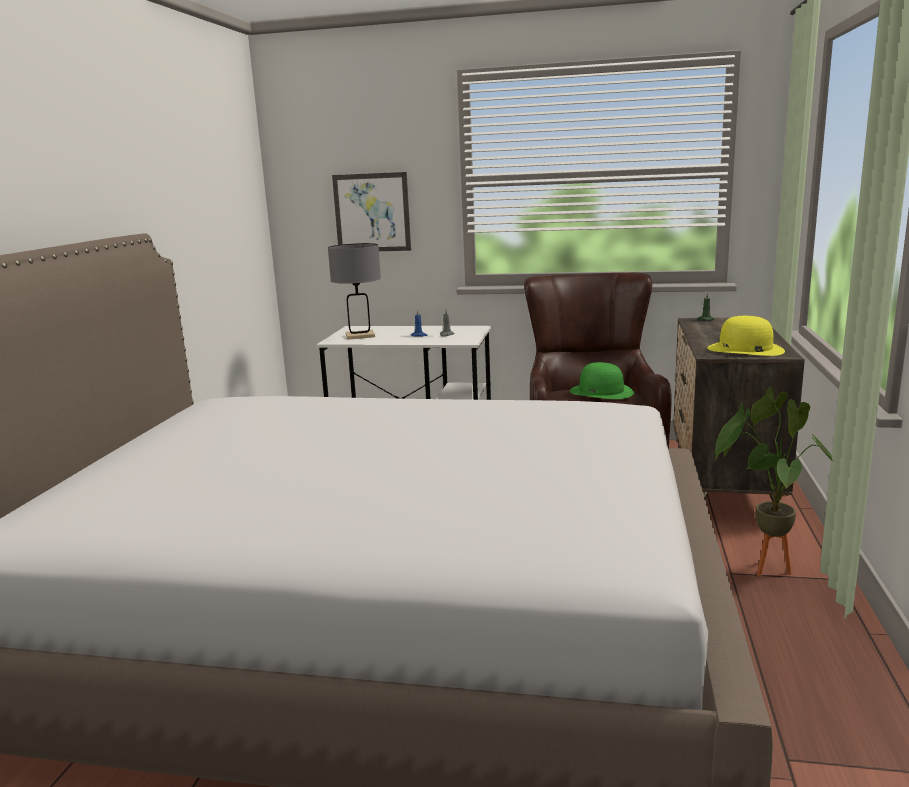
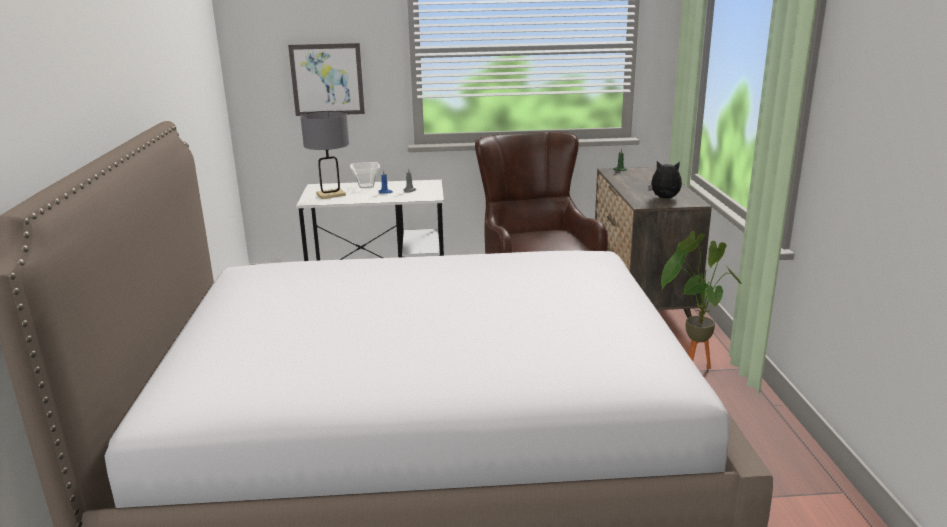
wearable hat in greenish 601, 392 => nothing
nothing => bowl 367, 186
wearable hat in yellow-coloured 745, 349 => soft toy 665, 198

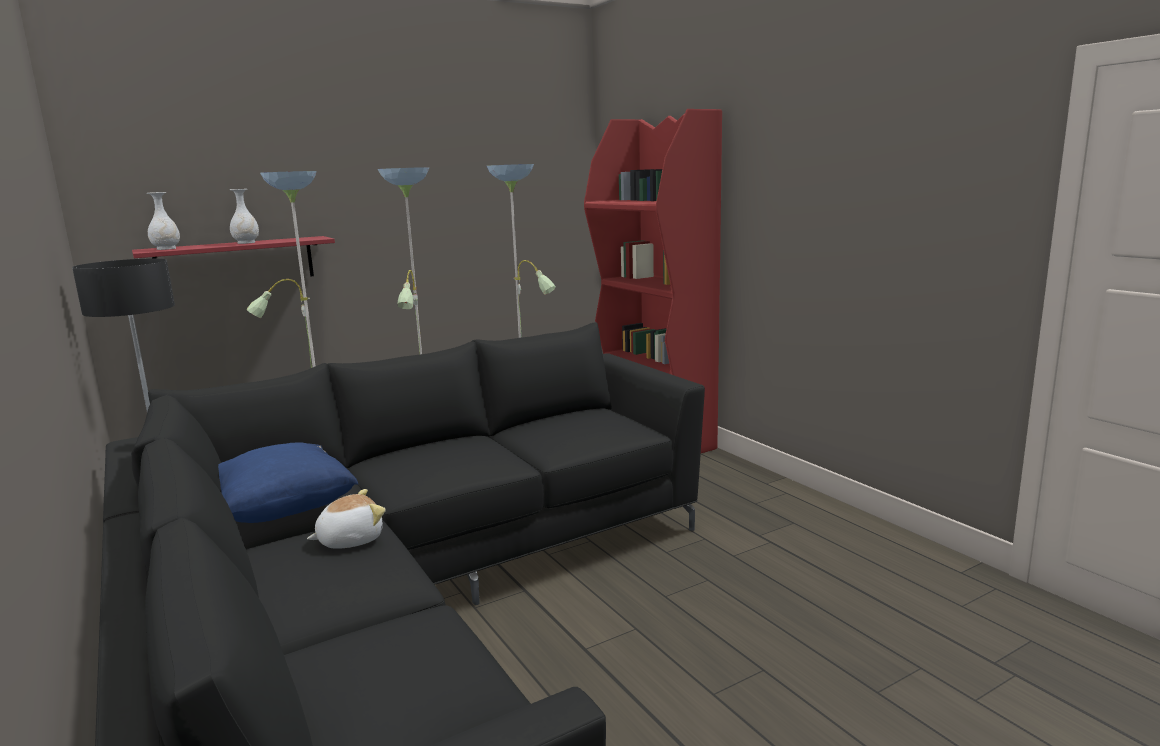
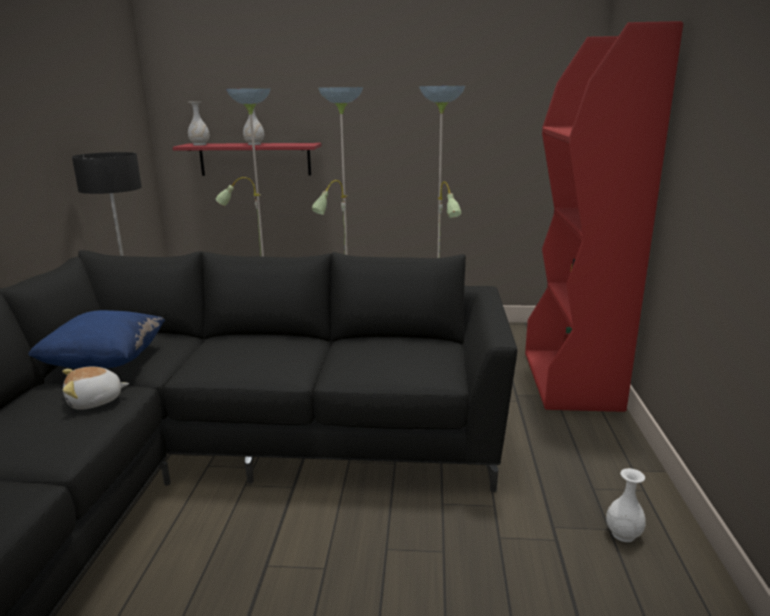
nothing => decorative vase in whitish 623, 534
soft toy 350, 539 => soft toy 95, 401, 150 degrees clockwise

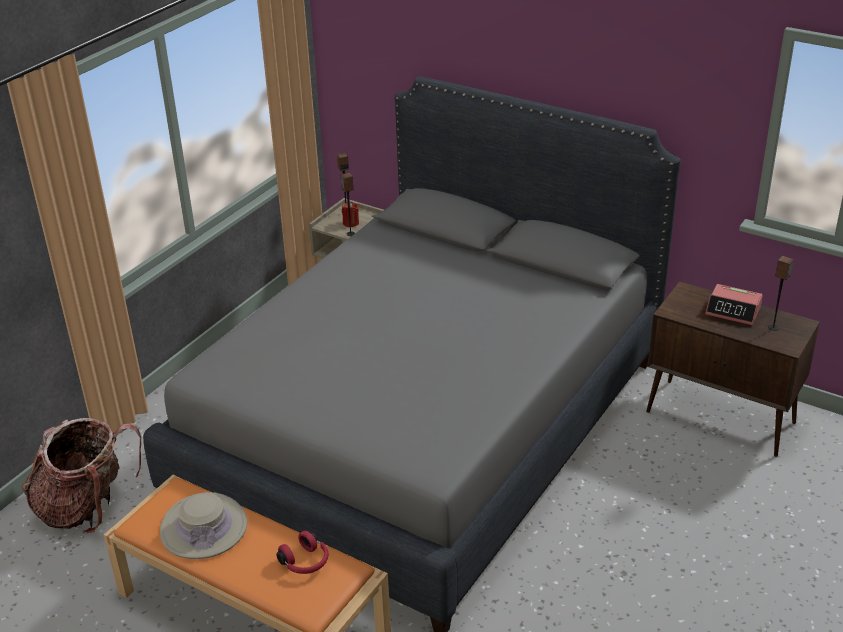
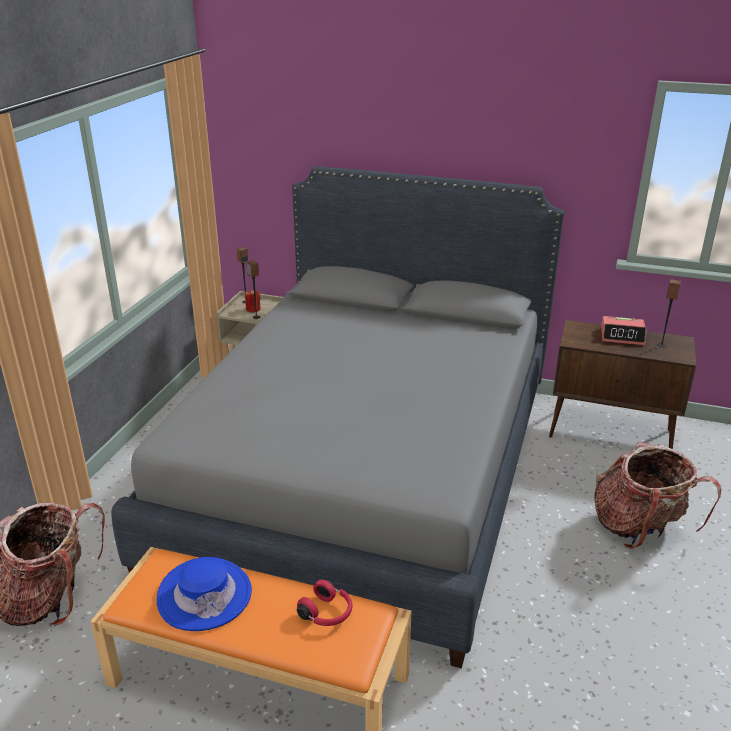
nothing => rucksack 639, 528
wearable hat in sand-coloured 204, 528 => wearable hat in bluish 204, 595

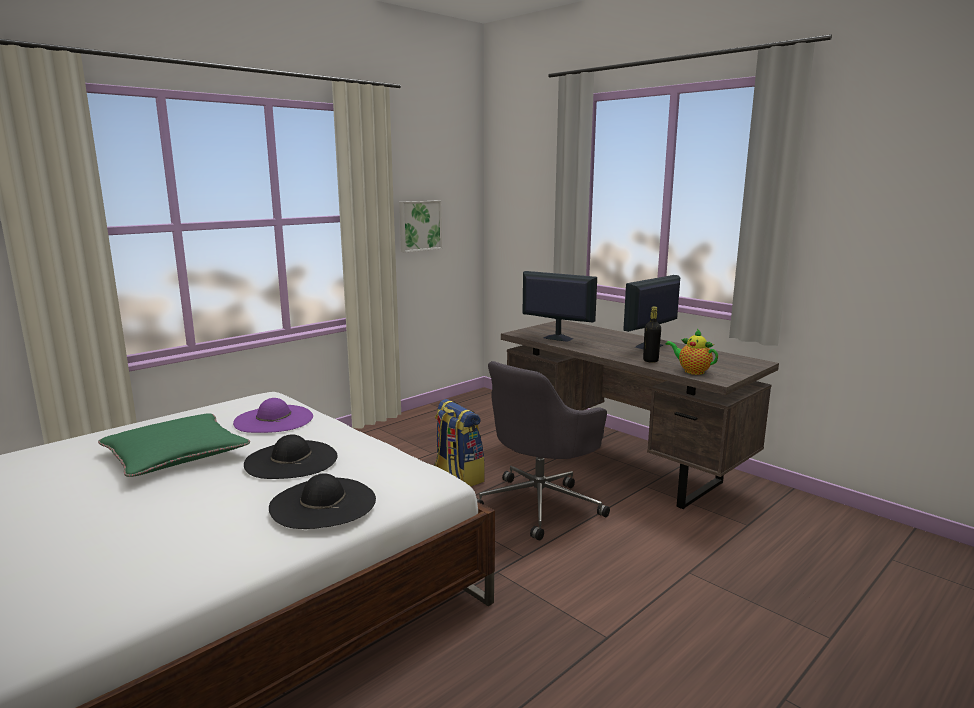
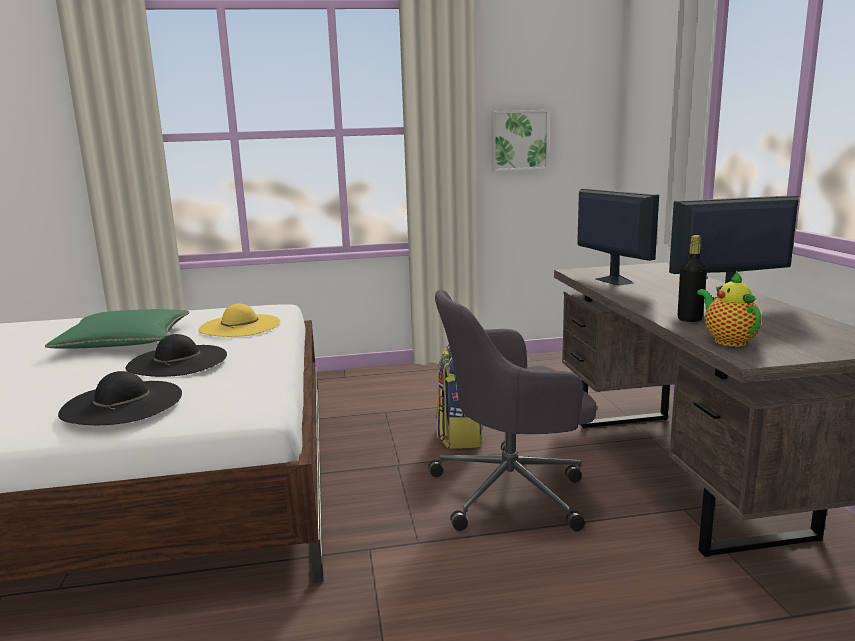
wearable hat in purplish 273, 419 => wearable hat in yellow-coloured 240, 326

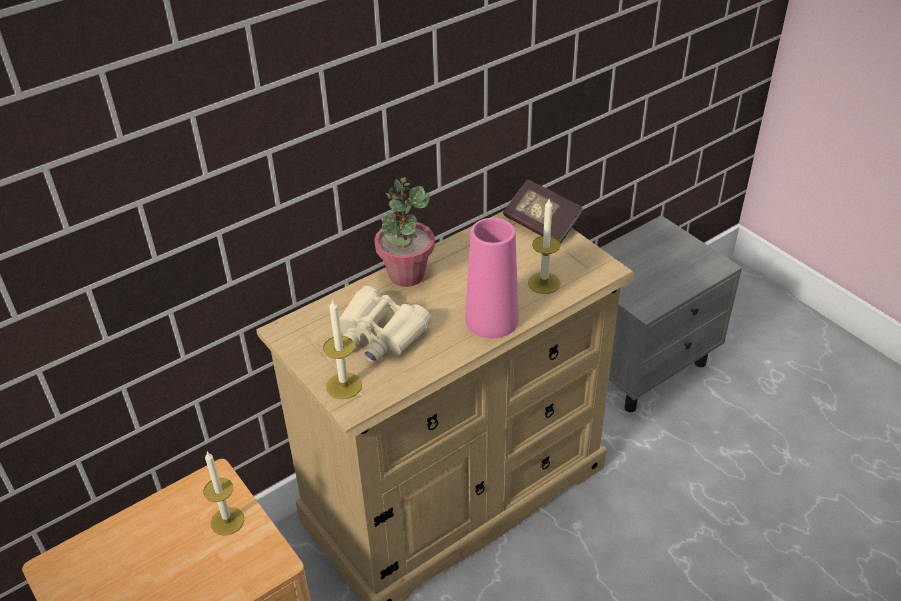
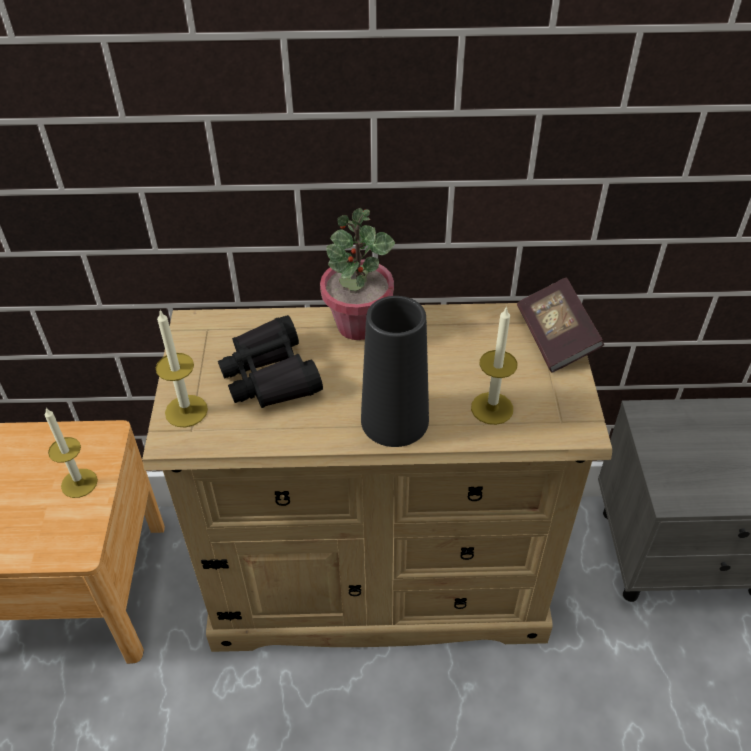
binoculars in sand-coloured 379, 334 => binoculars in blackish 270, 375
decorative vase in pinkish 491, 320 => decorative vase in blackish 394, 420

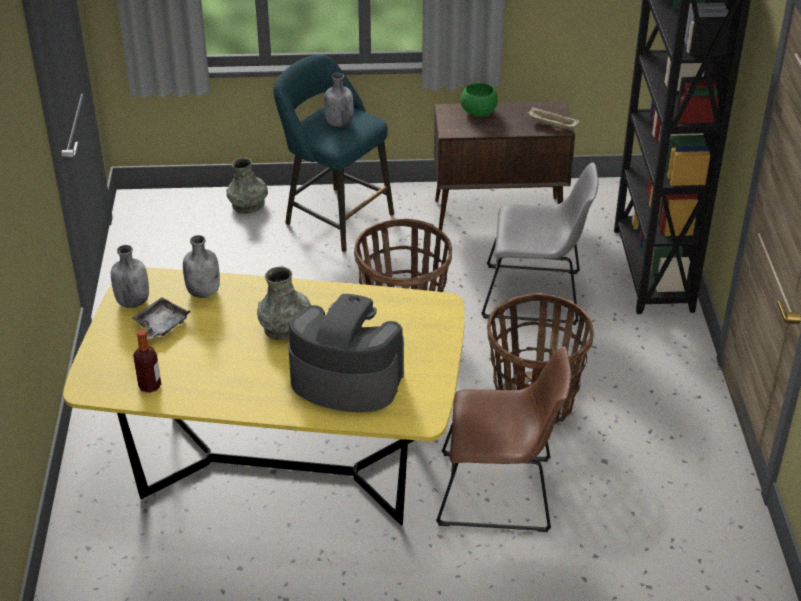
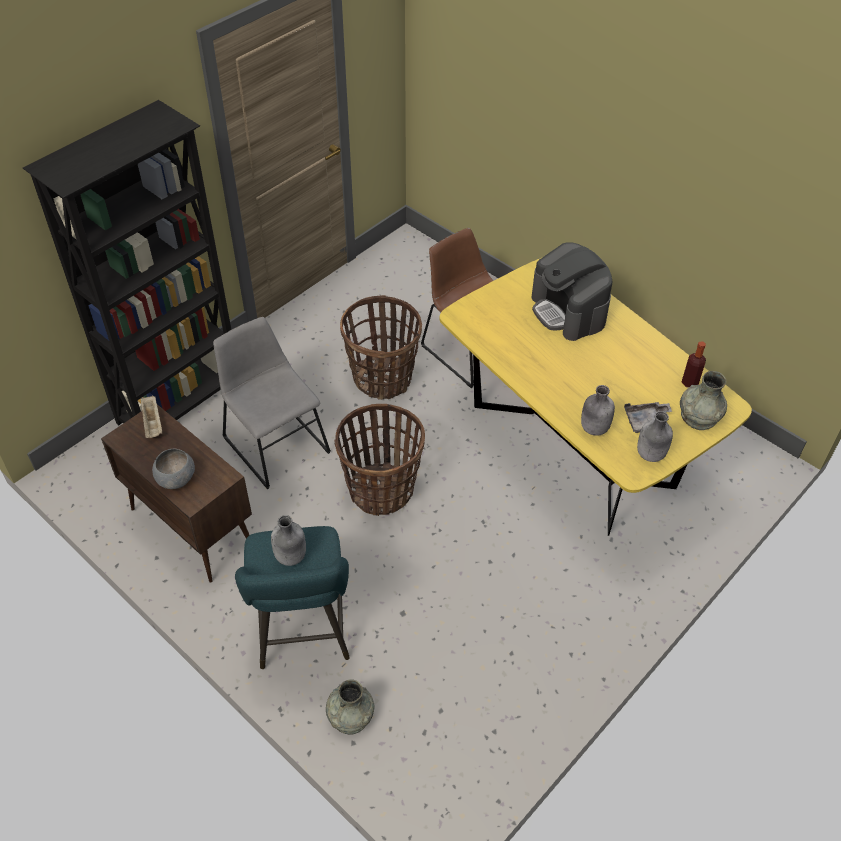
decorative vase in greyish 285, 327 => decorative vase in greyish 699, 416, shifted
bowl in greenish 479, 112 => bowl in greyish 175, 479

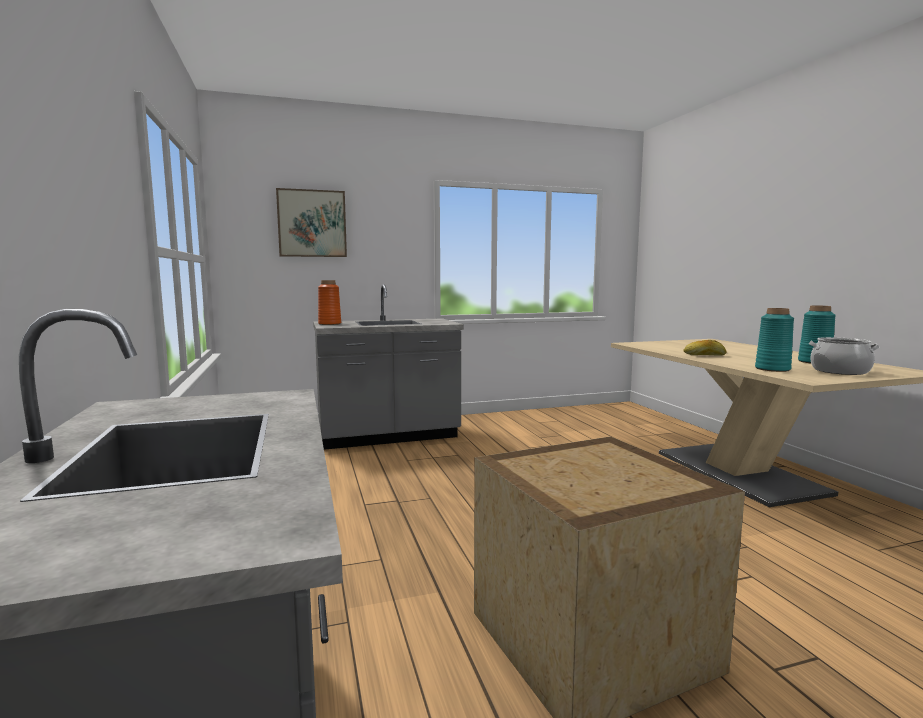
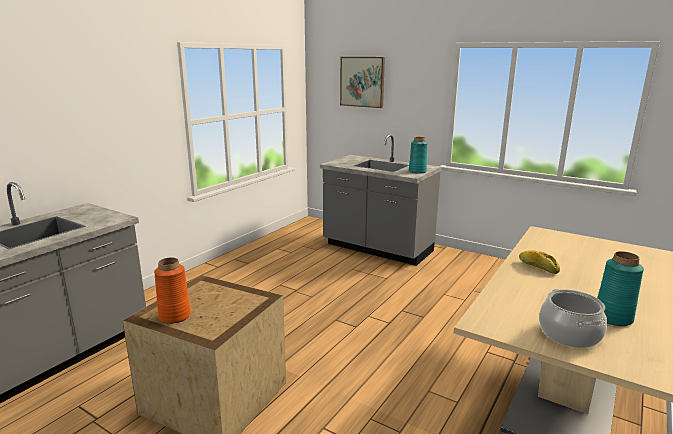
decorative vase in orangey 330, 324 => decorative vase in orangey 174, 316, shifted
decorative vase in turquoise 772, 369 => decorative vase in turquoise 417, 171, shifted

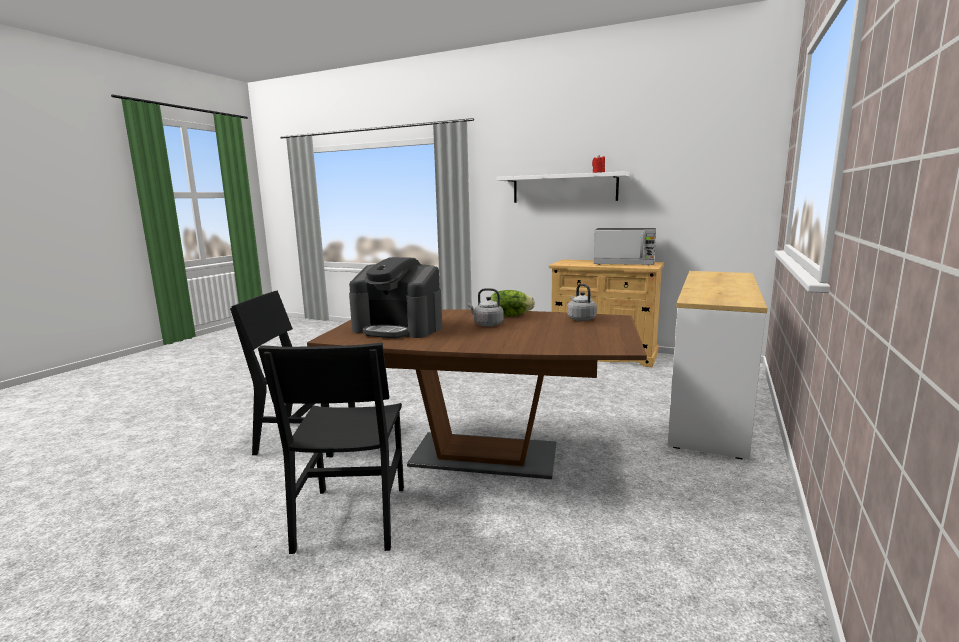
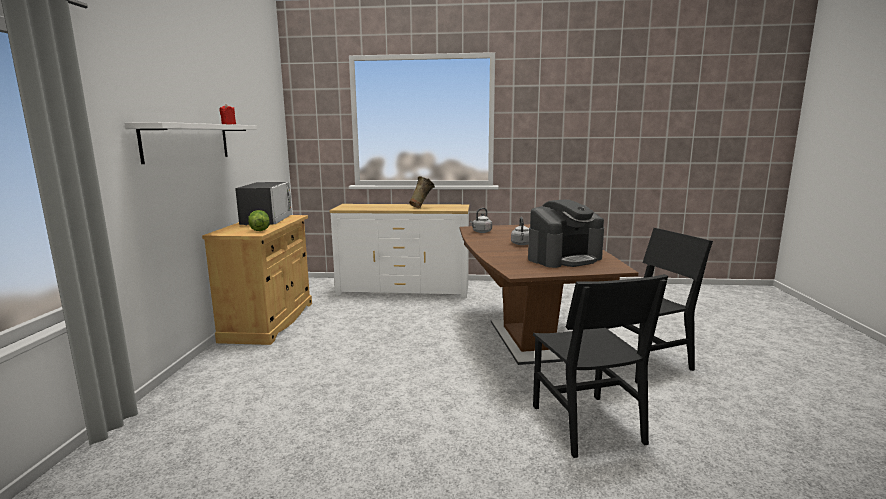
nothing => decorative vase in sand-coloured 422, 207
head of lettuce 510, 316 => head of lettuce 259, 230, shifted
coffee brewer 399, 328 => coffee brewer 564, 258, 60 degrees clockwise

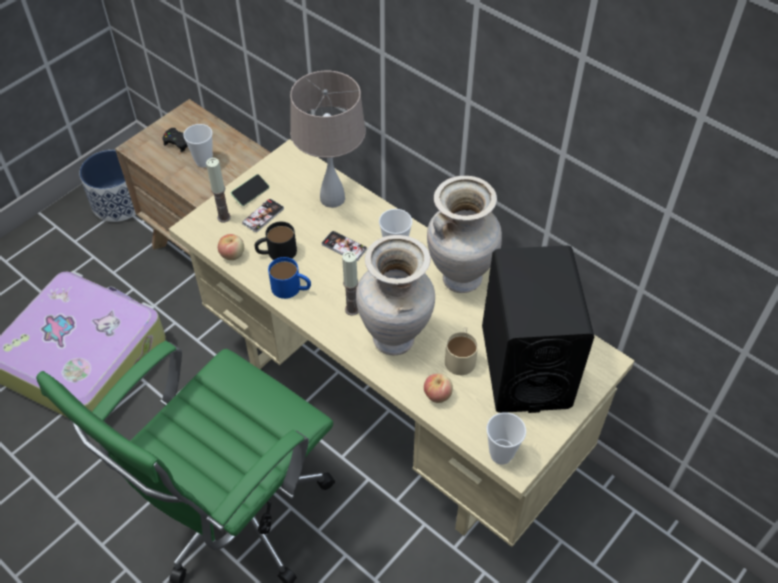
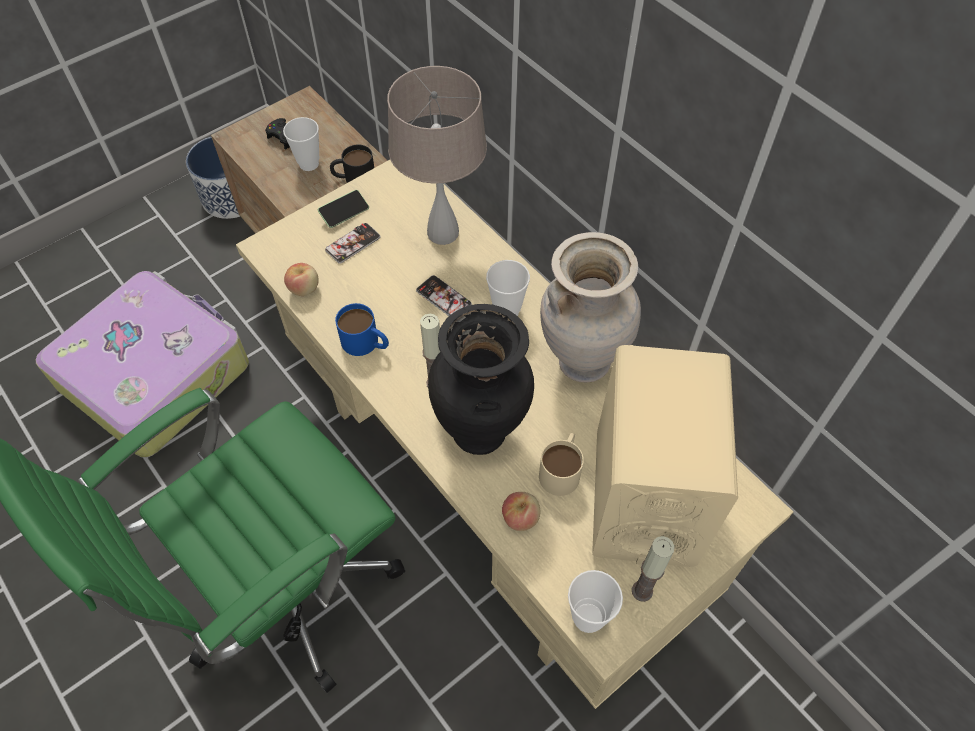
candle 224, 217 => candle 642, 591, shifted
mug in blackish 276, 252 => mug in blackish 354, 178, shifted
decorative vase in sand-coloured 395, 339 => decorative vase in blackish 482, 431
audio speaker in blackish 525, 366 => audio speaker in sand-coloured 644, 497

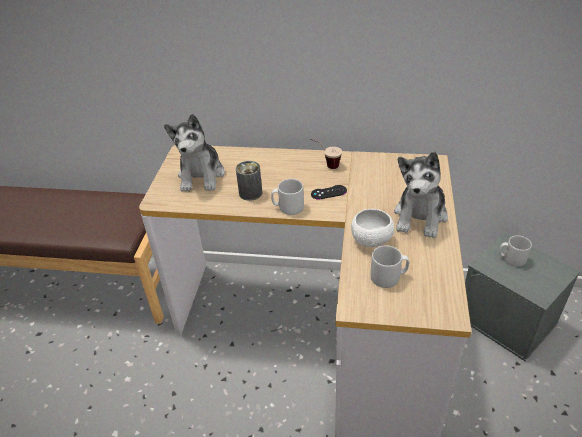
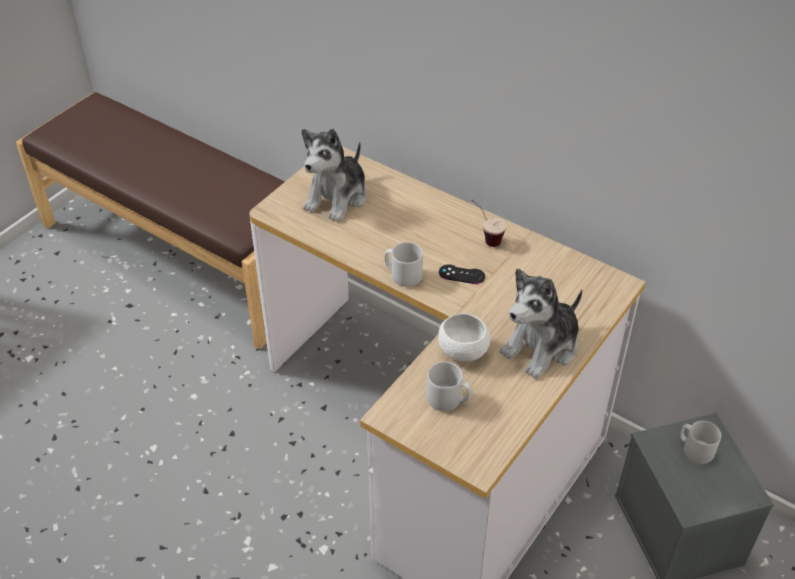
can 250, 193 => nothing

